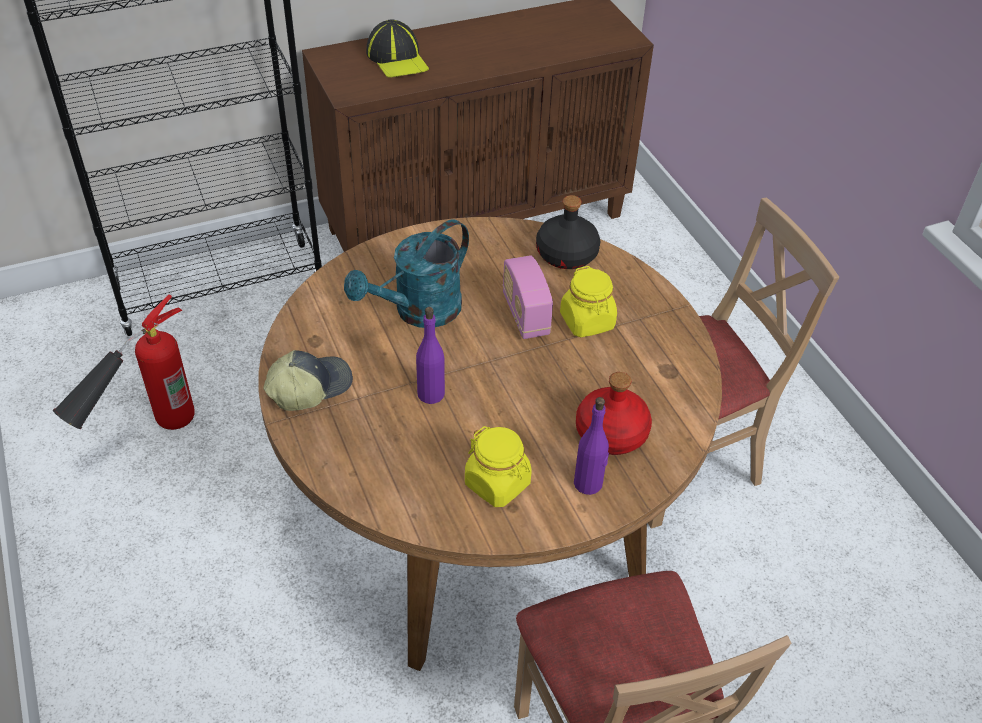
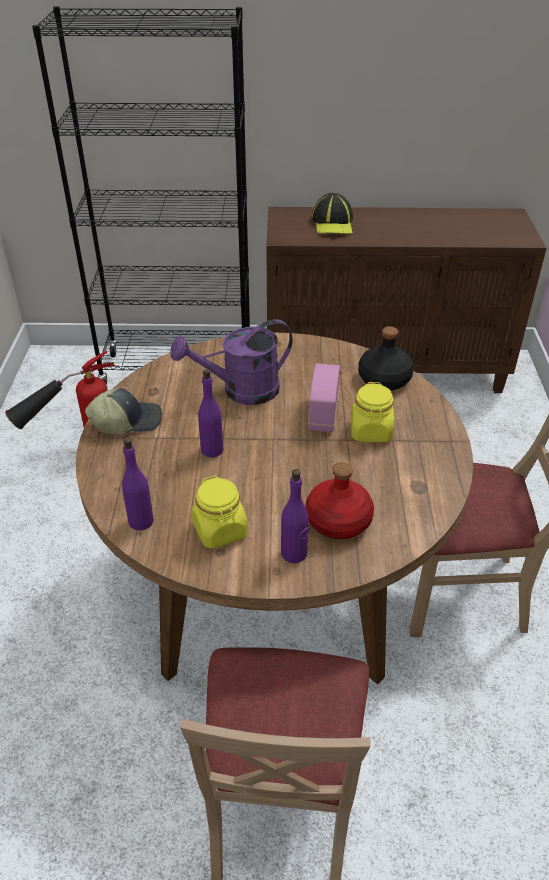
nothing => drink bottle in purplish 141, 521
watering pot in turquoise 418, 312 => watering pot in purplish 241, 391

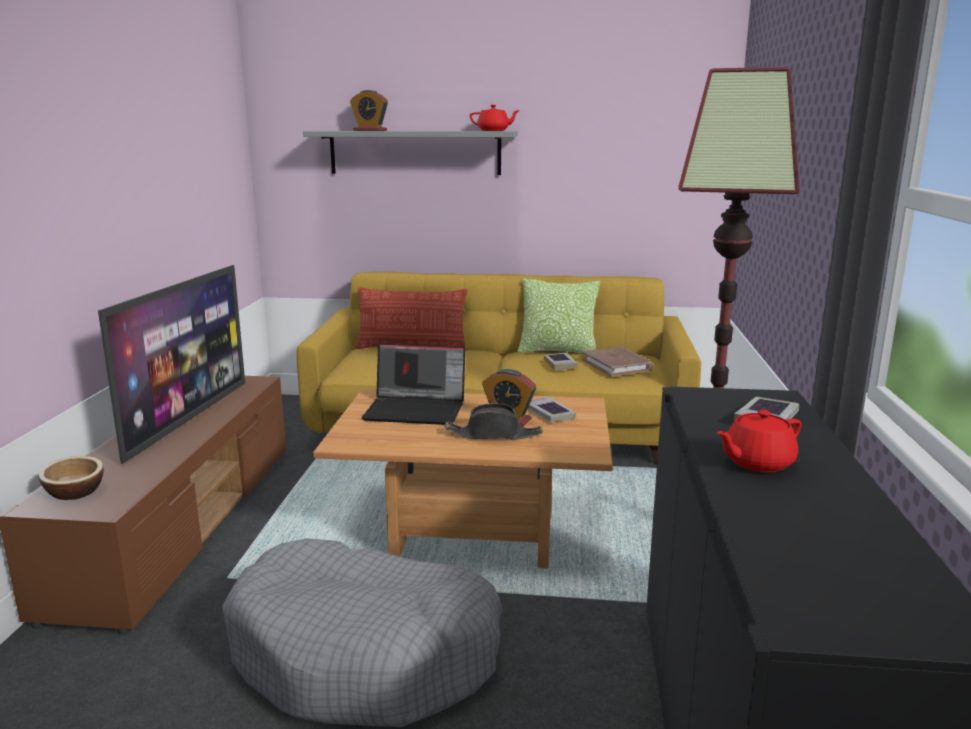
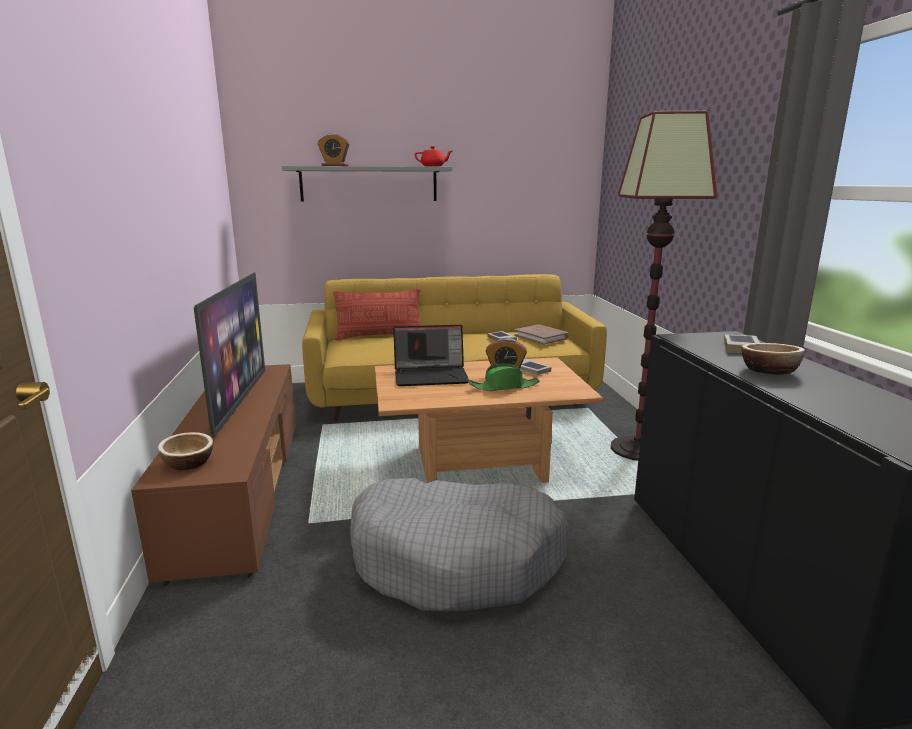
throw pillow 557, 351 => nothing
pot for tea in red 756, 462 => bowl 769, 371
wearable hat in blackish 494, 435 => wearable hat in greenish 504, 387

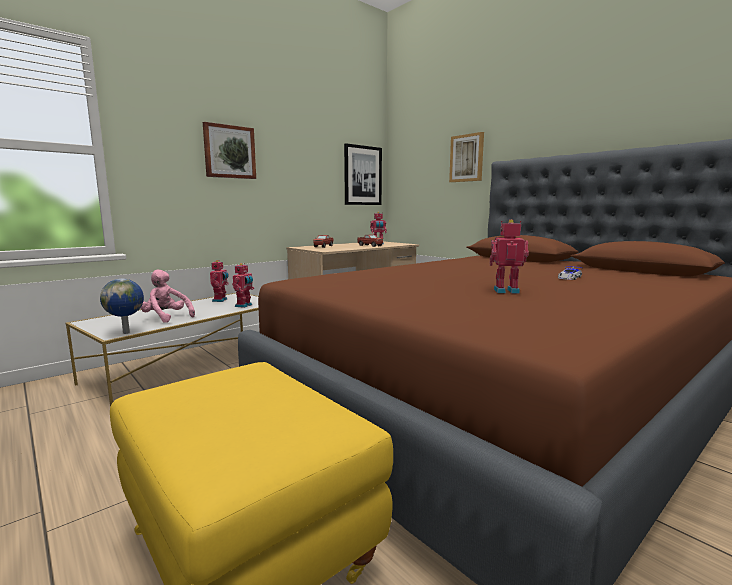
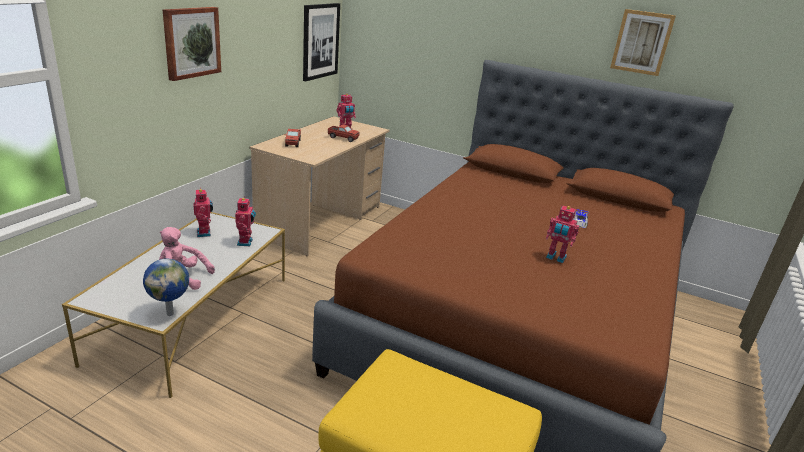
wall picture 467, 158 => wall picture 642, 42, shifted
model robot 505, 291 => model robot 555, 258, 135 degrees counterclockwise

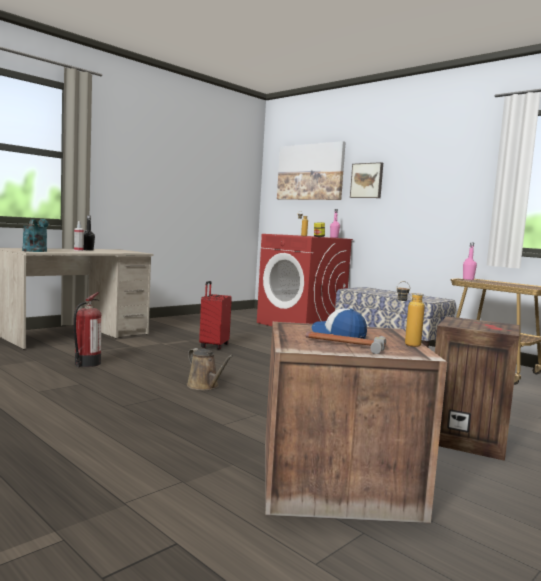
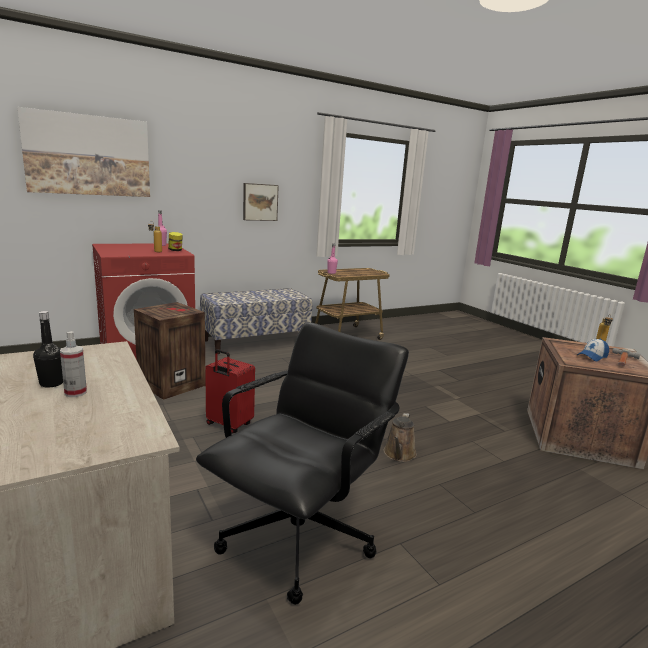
watering pot in turquoise 36, 250 => nothing
wall picture 367, 180 => wall picture 260, 202, shifted
shipping crate 469, 439 => shipping crate 172, 384, shifted
extinguisher 86, 364 => computer chair in blackish 299, 536
watering pot in brownish 204, 386 => watering pot in brownish 399, 454, 135 degrees clockwise

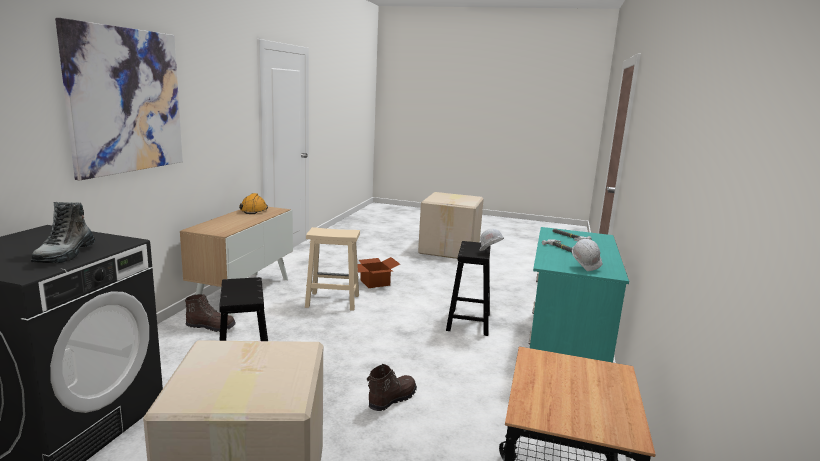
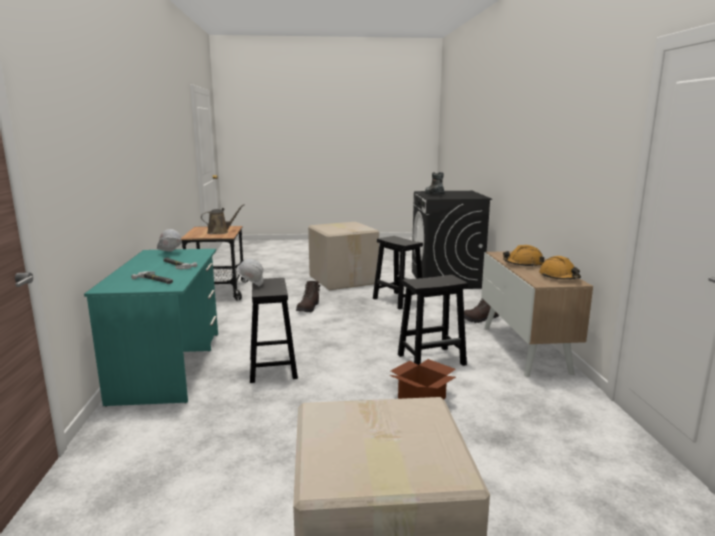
wall picture 126, 101 => nothing
nothing => watering pot in brownish 220, 232
nothing => work helmet in orangey 523, 264
stool seat in sand-coloured 331, 301 => stool seat in blackish 432, 359

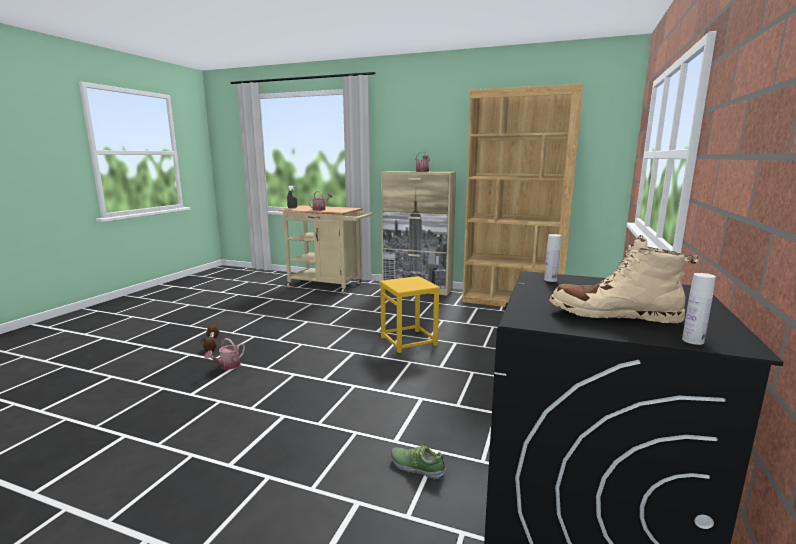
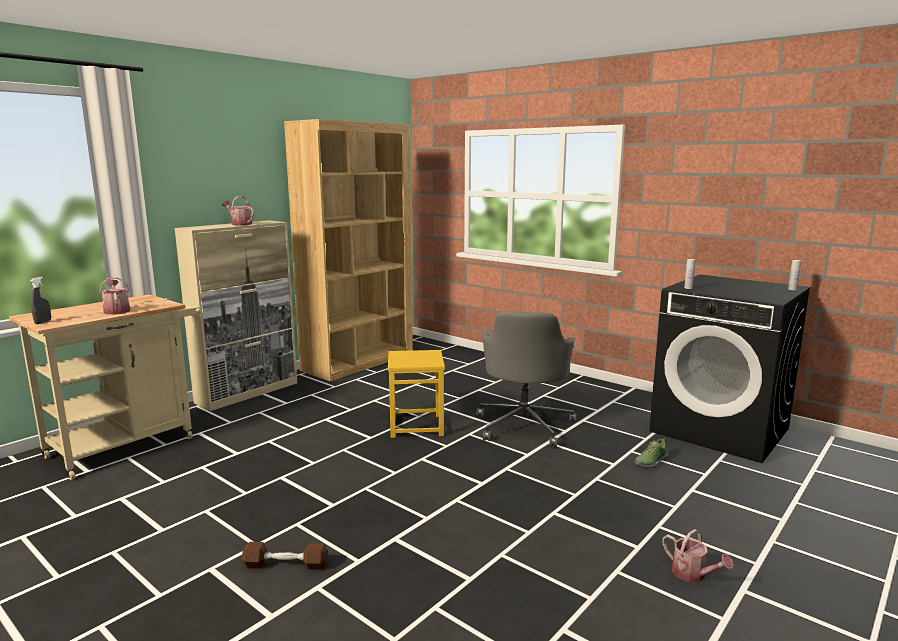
boot in sand-coloured 613, 315 => nothing
nothing => computer chair in greyish 524, 425
watering pot 227, 366 => watering pot 693, 575, shifted

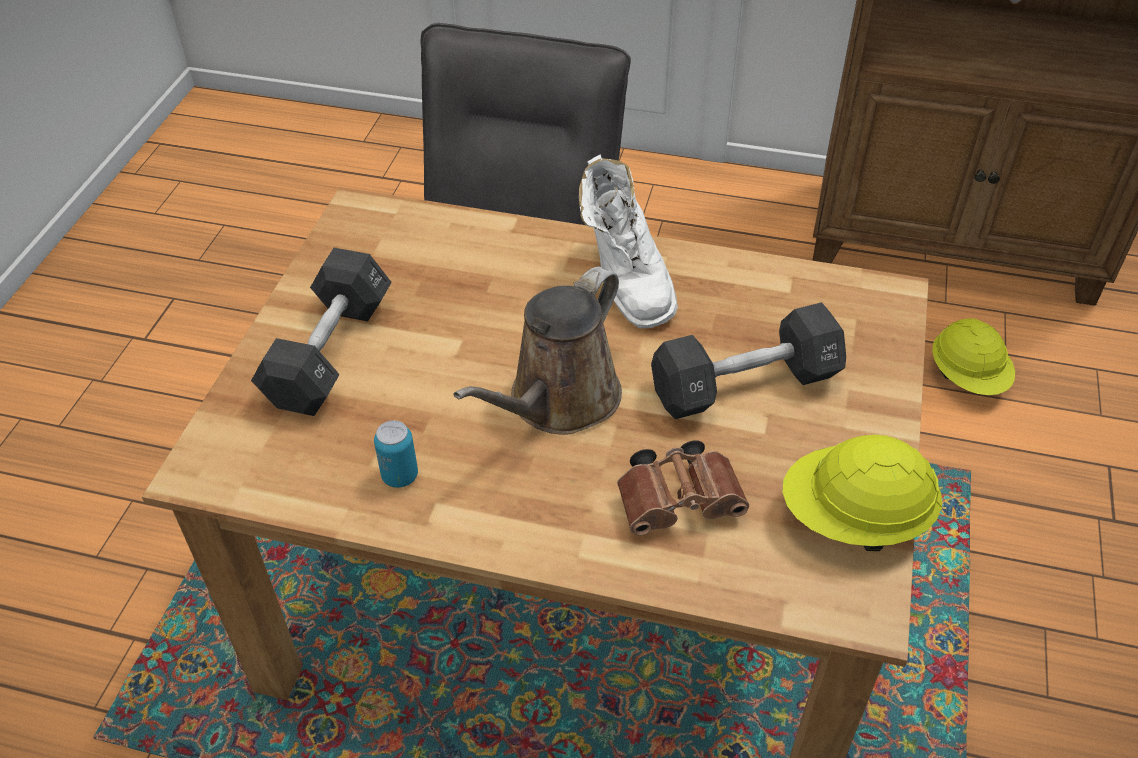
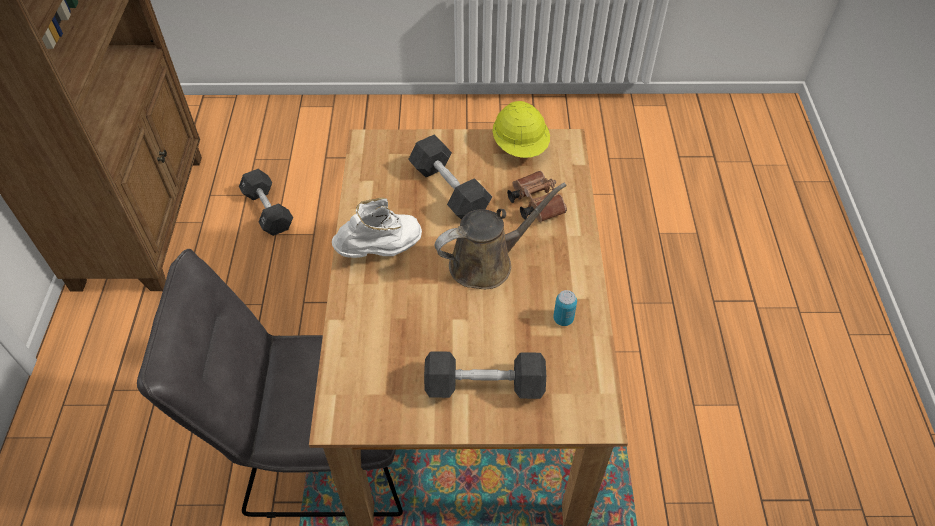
work helmet in yellow-coloured 967, 377 => dumbbell in blackish 268, 211
watering pot in brownish 558, 402 => watering pot in brownish 487, 262, 45 degrees counterclockwise

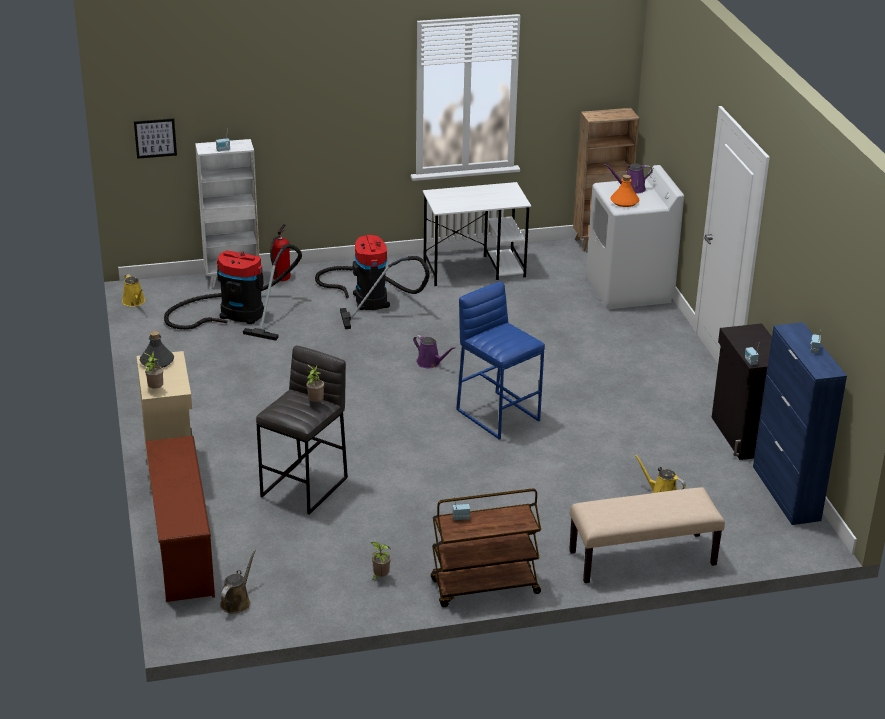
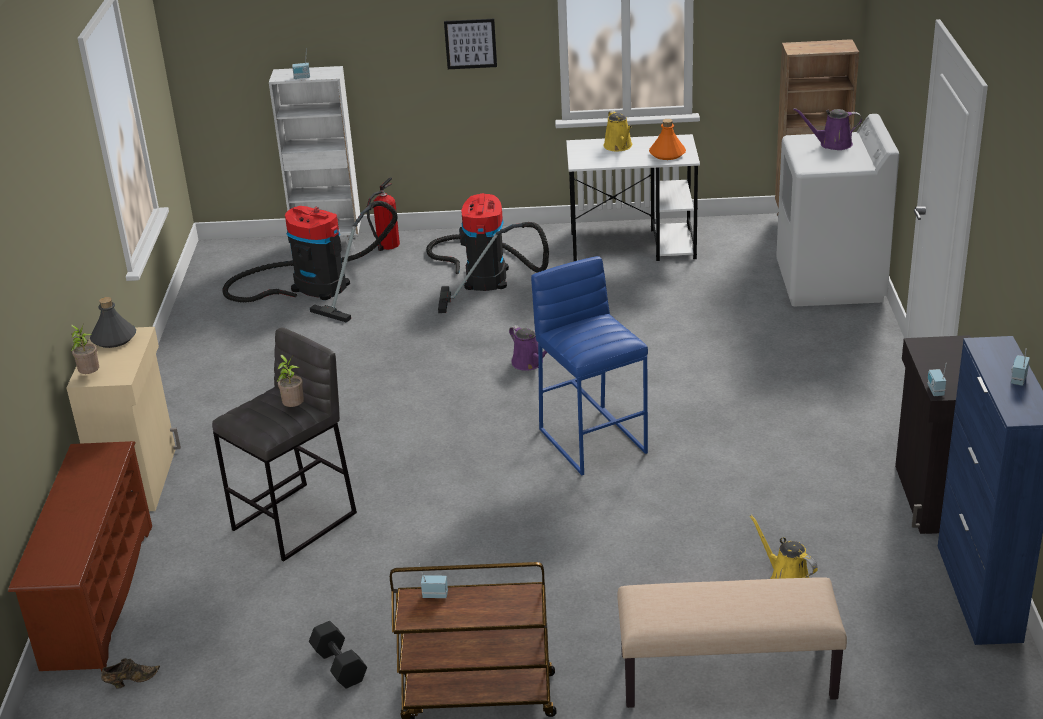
watering pot in yellow-coloured 134, 302 => watering pot in yellow-coloured 619, 146, shifted
wall picture 155, 138 => wall picture 470, 43, shifted
drink bottle in orangey 624, 201 => drink bottle in orangey 667, 154, shifted
watering pot in brownish 237, 601 => shoe in brownish 130, 681
plant in a pot 380, 577 => dumbbell in blackish 338, 665

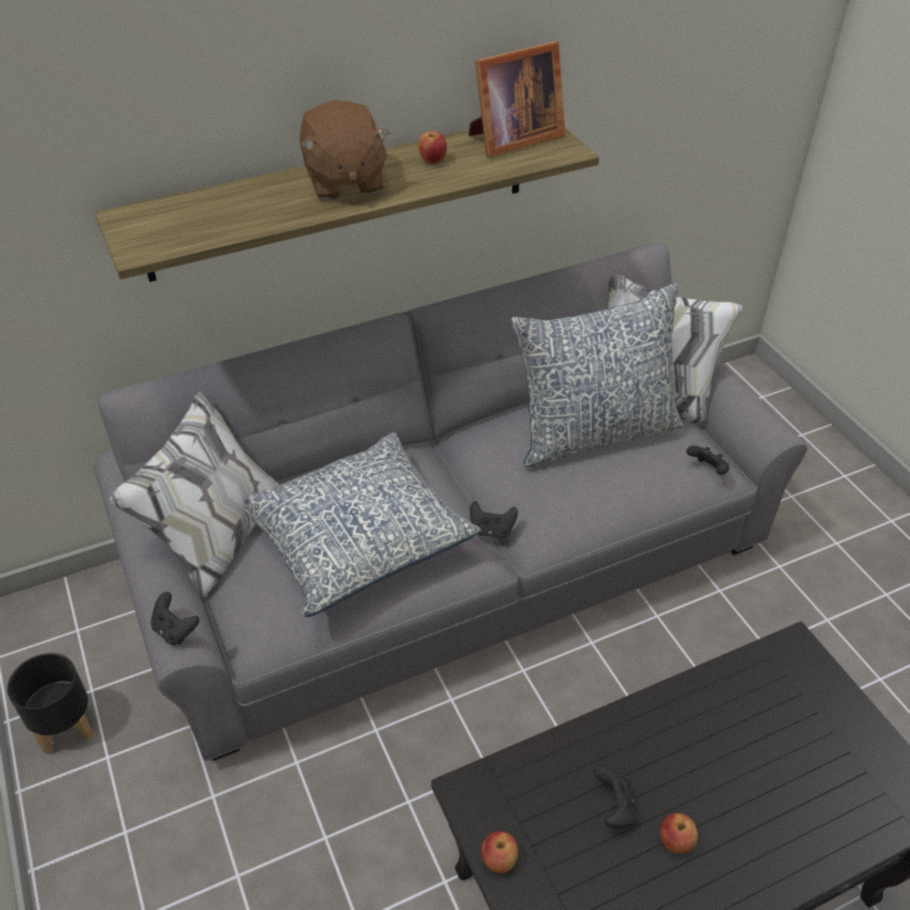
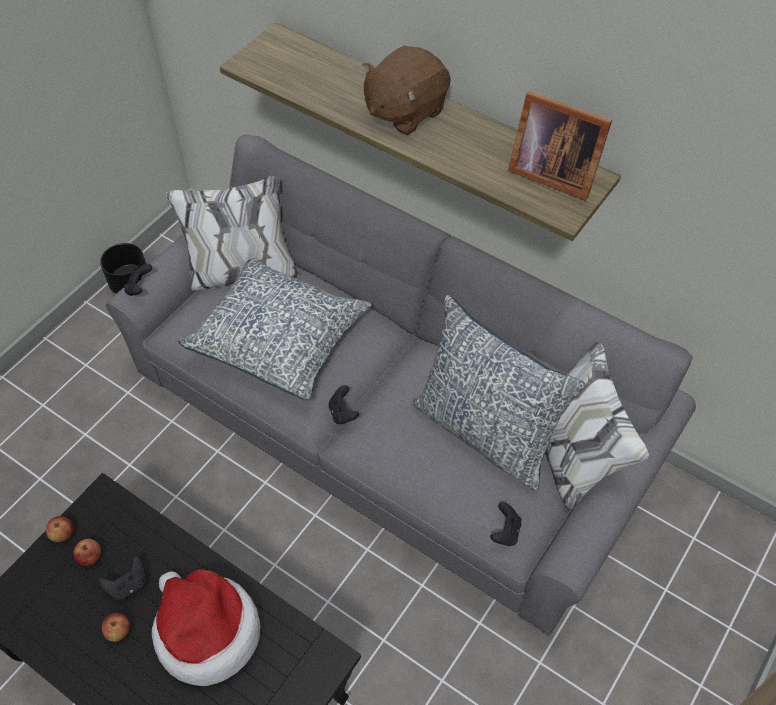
nothing => wearable hat 206, 632
apple 432, 161 => apple 91, 557, shifted

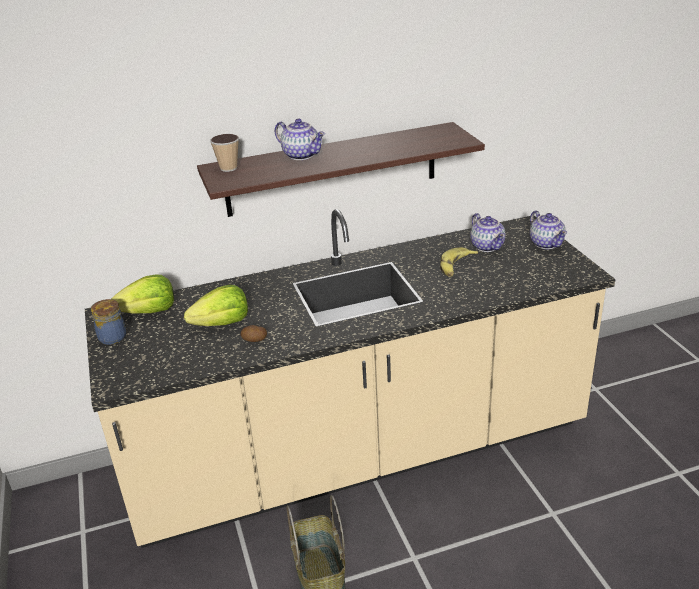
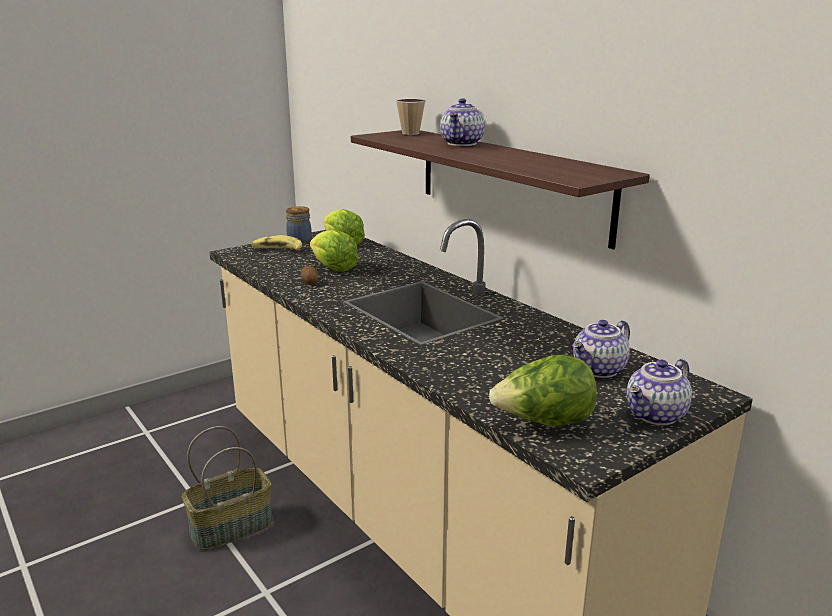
nothing => head of lettuce 543, 423
banana 456, 267 => banana 277, 250, shifted

